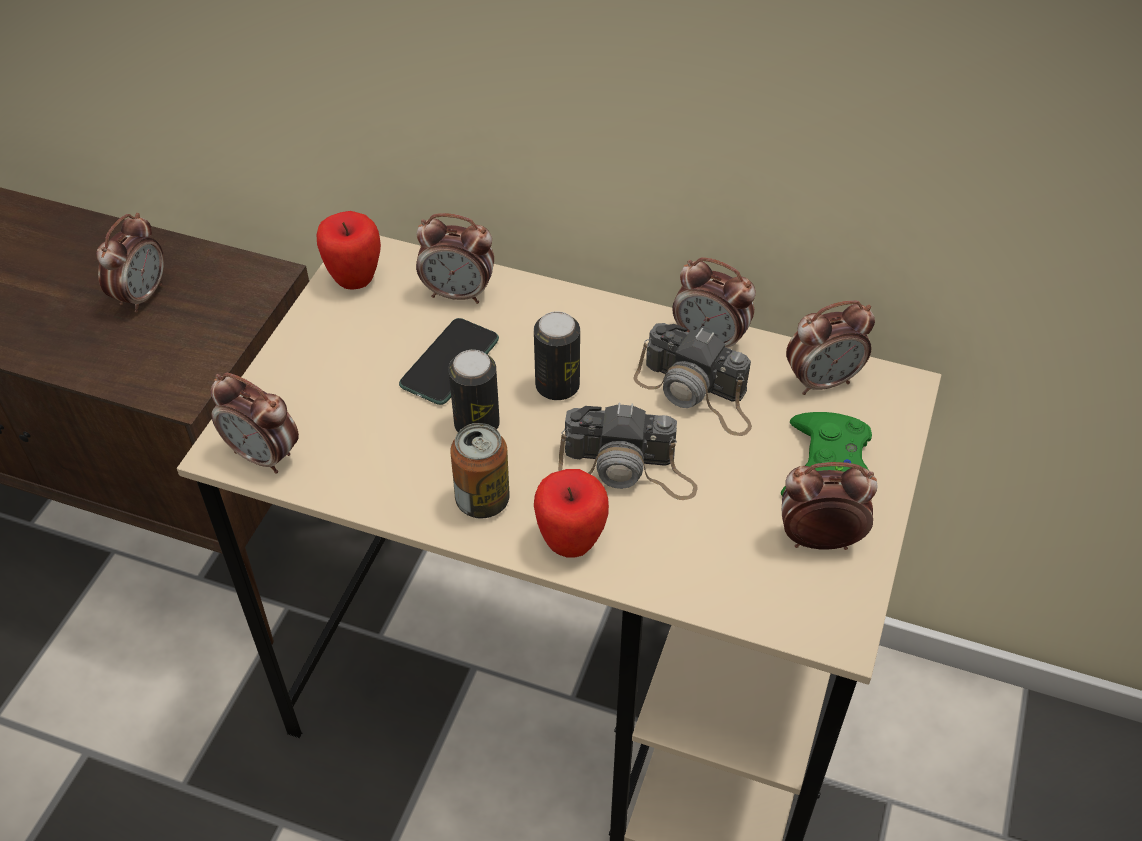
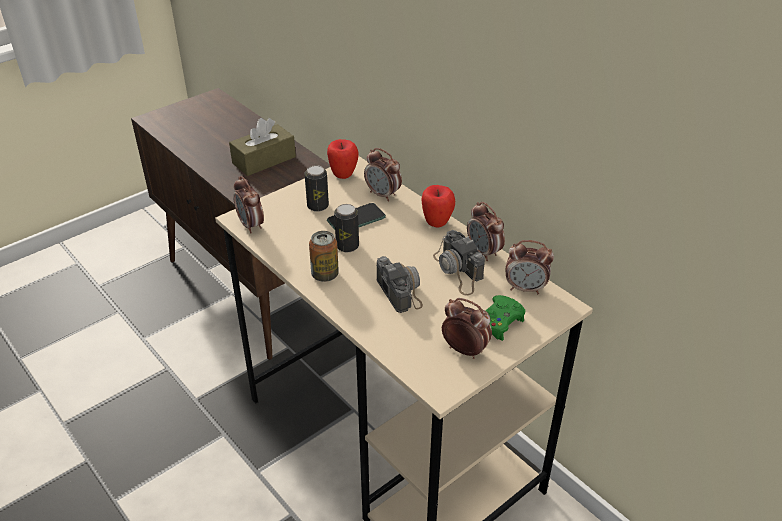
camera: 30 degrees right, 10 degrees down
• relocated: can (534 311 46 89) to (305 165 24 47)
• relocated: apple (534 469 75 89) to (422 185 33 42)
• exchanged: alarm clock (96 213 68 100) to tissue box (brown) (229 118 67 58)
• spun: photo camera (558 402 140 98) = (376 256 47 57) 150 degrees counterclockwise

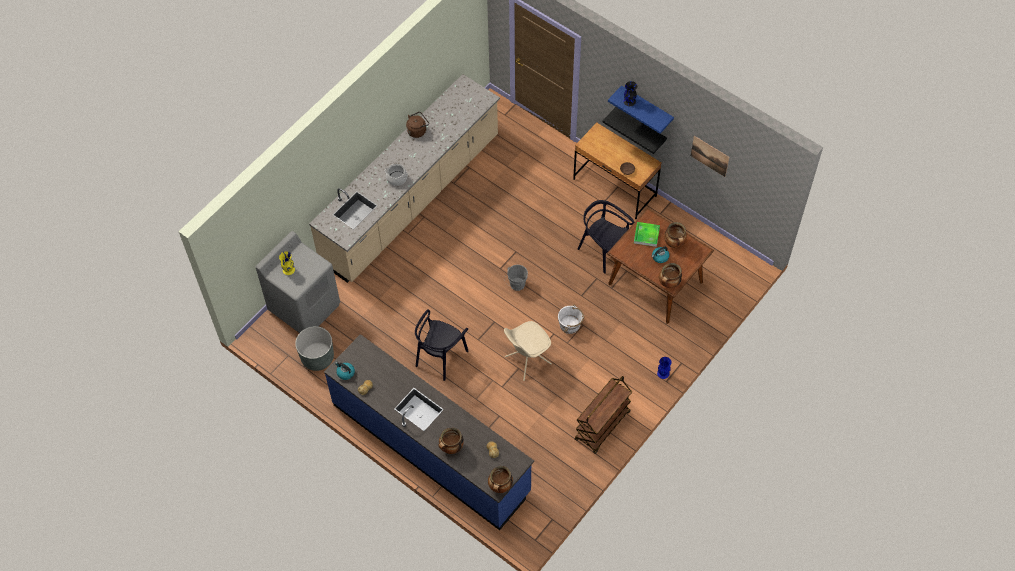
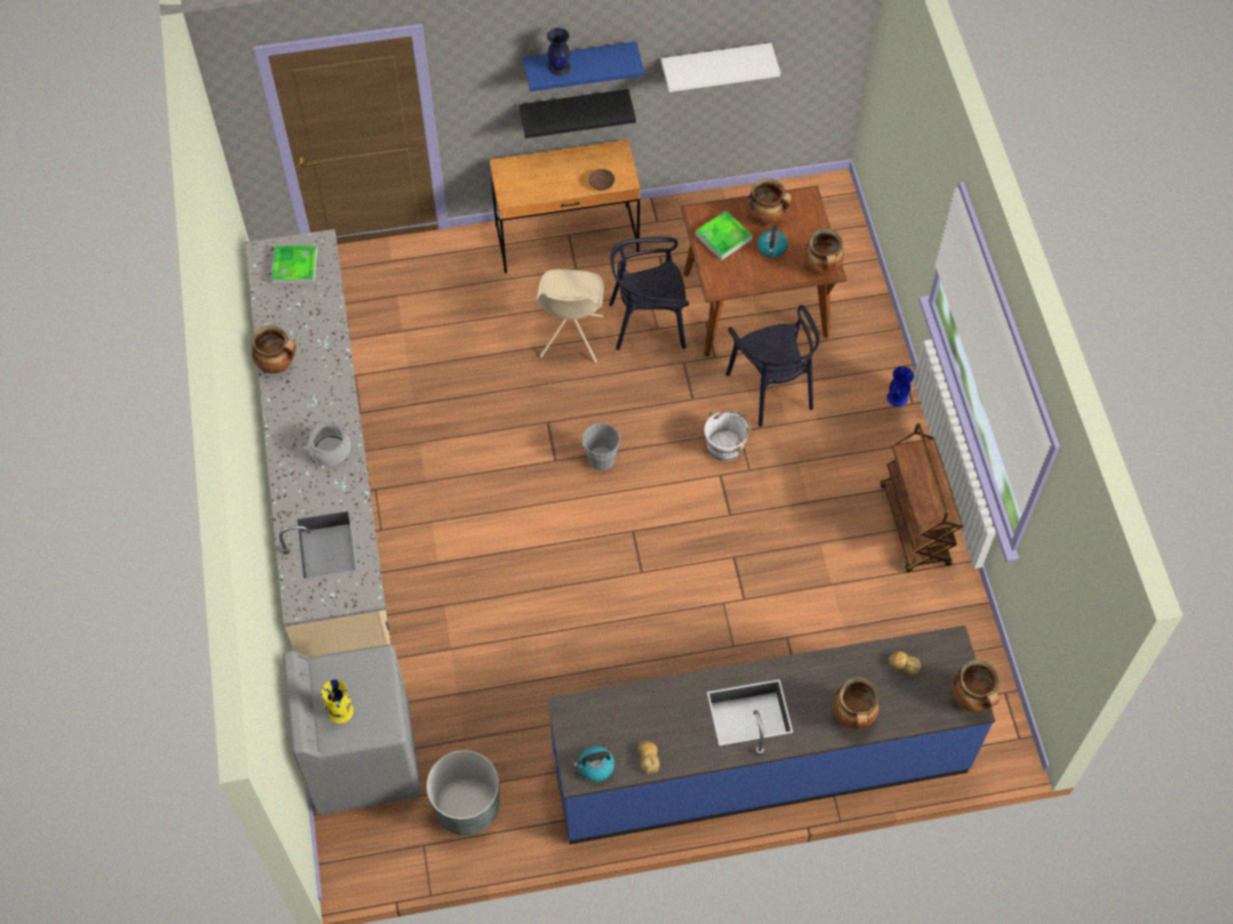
camera: 50 degrees left, 0 degrees up
• appeared: tray (272 246 45 38)
• relocated: chair (black) (415 309 54 72) to (726 305 94 122)
• relocated: chair (beige) (504 321 48 60) to (536 269 68 94)
• exchanged: kettle (brown) (406 112 23 26) to cooking pot (251 325 45 49)
• exchanged: picture (691 136 38 41) to shelf (white) (661 43 120 49)

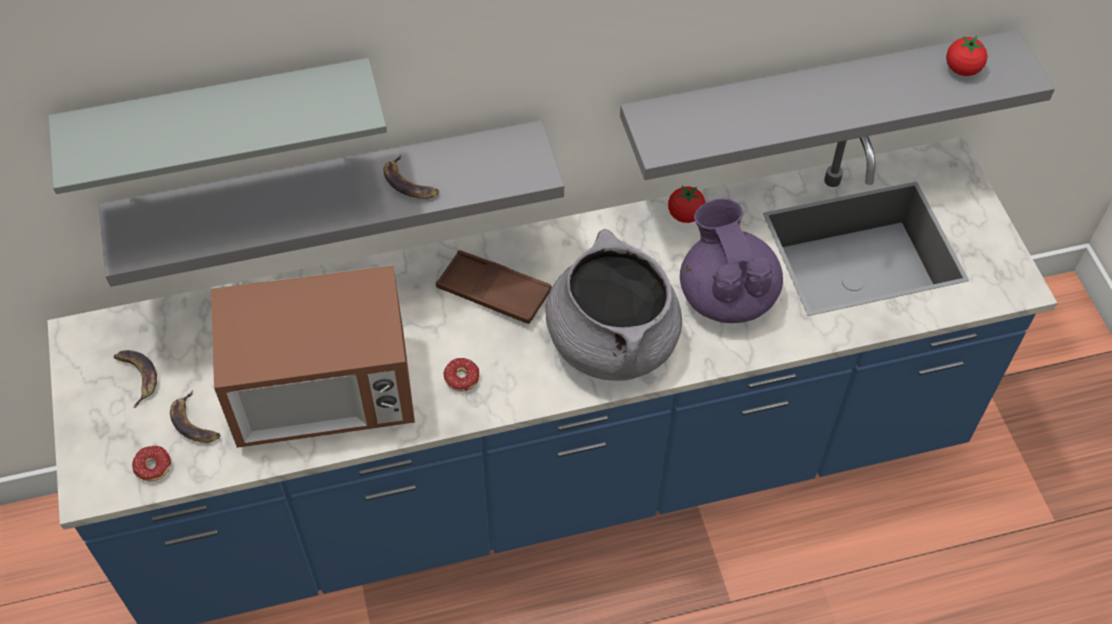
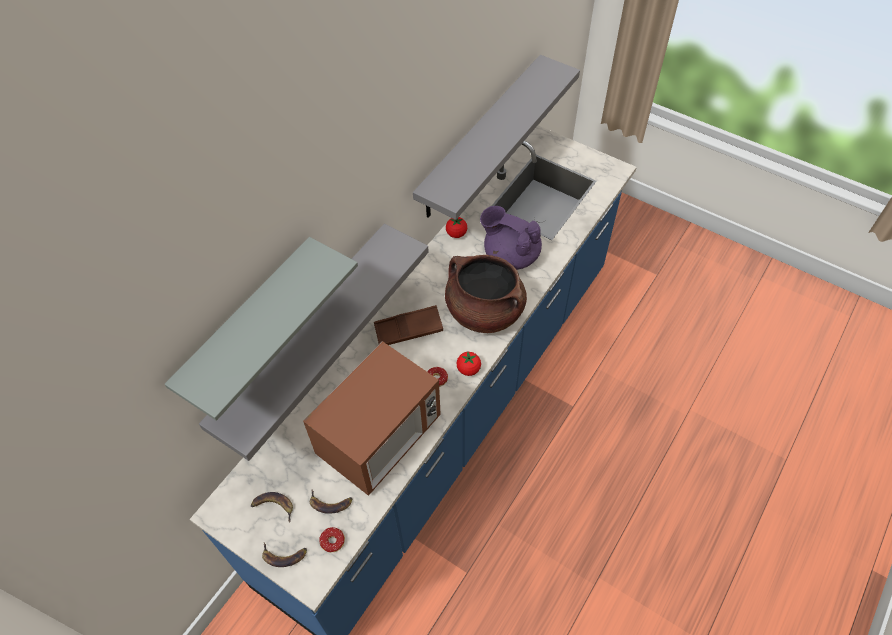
camera: 40 degrees left, 0 degrees up
• relocated: banana (384 154 55 45) to (262 543 45 24)
• relocated: tomato (946 36 42 40) to (457 352 24 24)
• colour: cooking pot (grey) (545 229 137 152) to cooking pot (brown) (445 255 82 78)

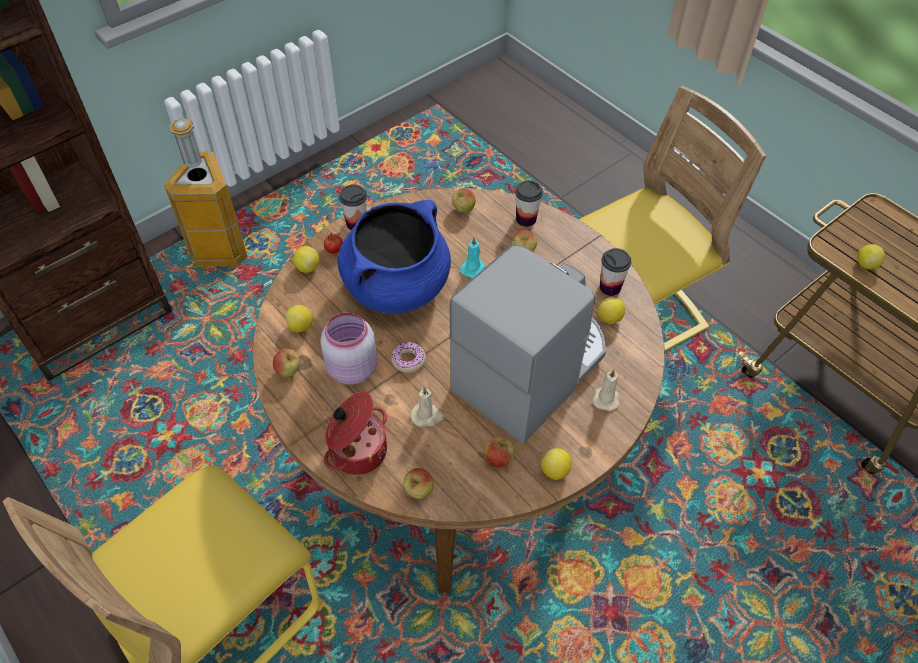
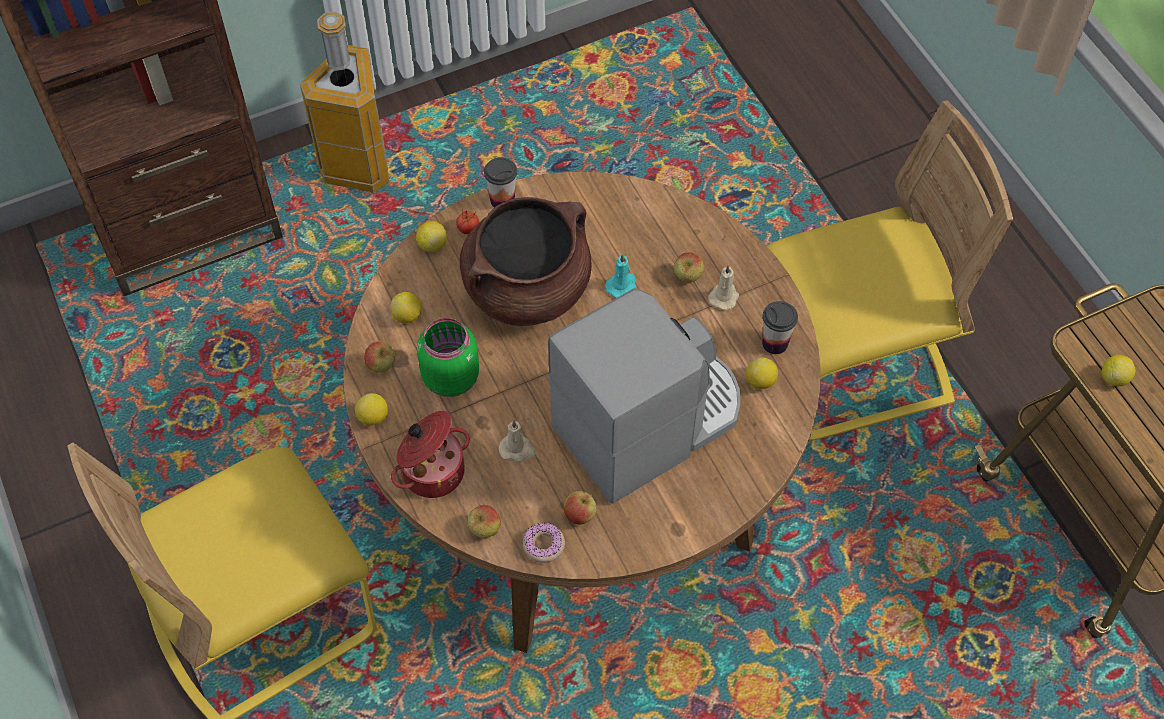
camera: 15 degrees right, 5 degrees up
• missing: apple (452 188 23 25)
• missing: cup (515 180 28 47)
• relocated: donut (391 342 35 31) to (523 523 42 40)
• relocated: lemon (541 448 31 32) to (355 393 33 33)
• relocated: candle (beige) (592 369 27 42) to (708 265 31 45)
• colour: jar (pink) (320 312 57 73) to jar (green) (417 318 62 79)
• colour: cooking pot (blue) (338 200 113 114) to cooking pot (brown) (460 197 132 129)

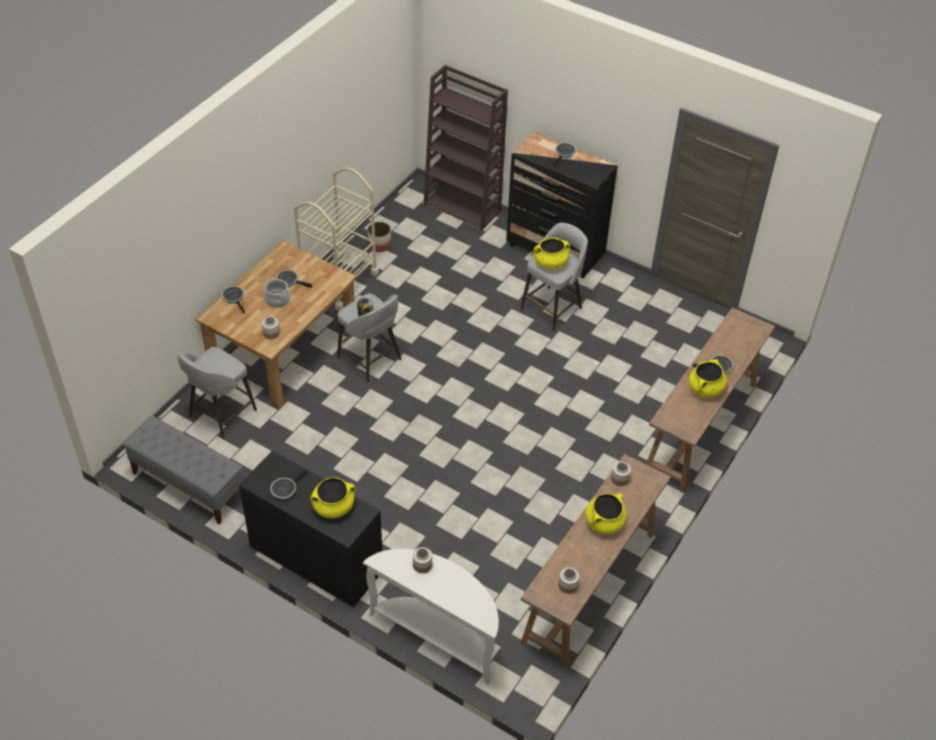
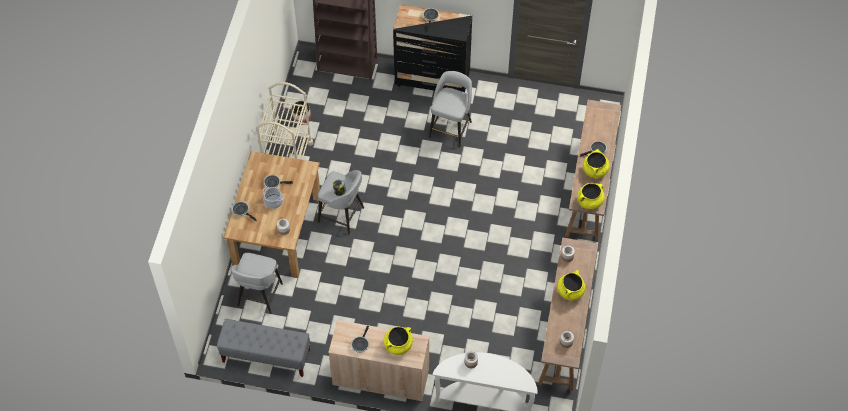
camera: 20 degrees left, 10 degrees up
• relocated: cooking pot (yellow) (533 237 37 33) to (577 183 28 26)
• colour: cabinet (black) (239 450 143 158) to cabinet (beige) (328 320 101 81)

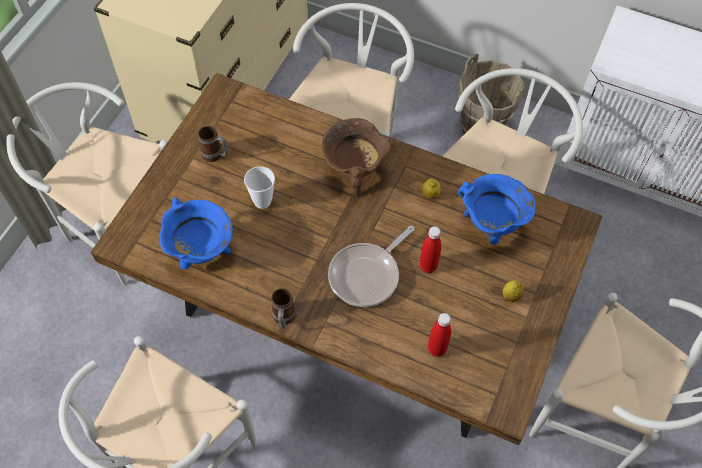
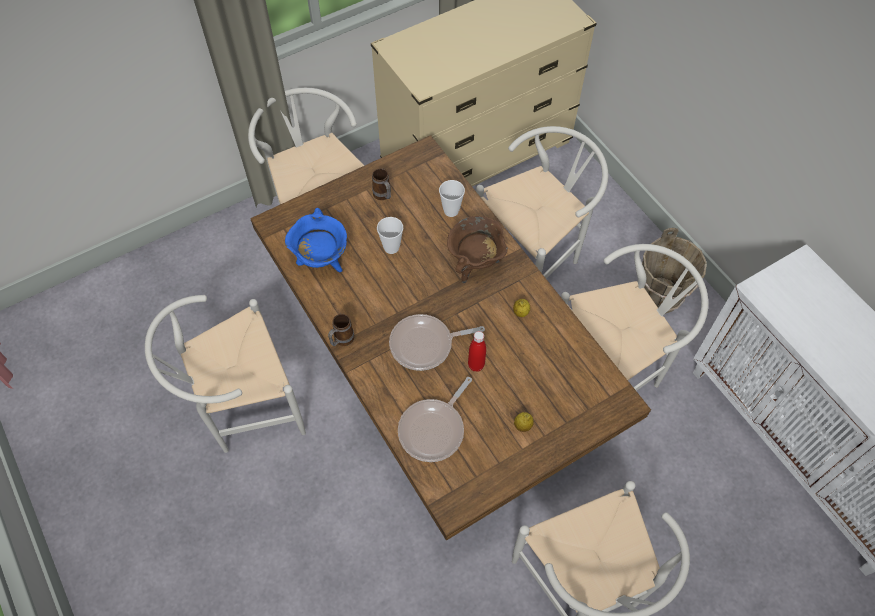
camera: 35 degrees right, 0 degrees up
• missing: cooking pot (blue) (458 174 78 71)
• appeared: cup (439 180 26 37)
• exchanged: bottle (red) (428 313 23 44) to frying pan (398 377 74 85)

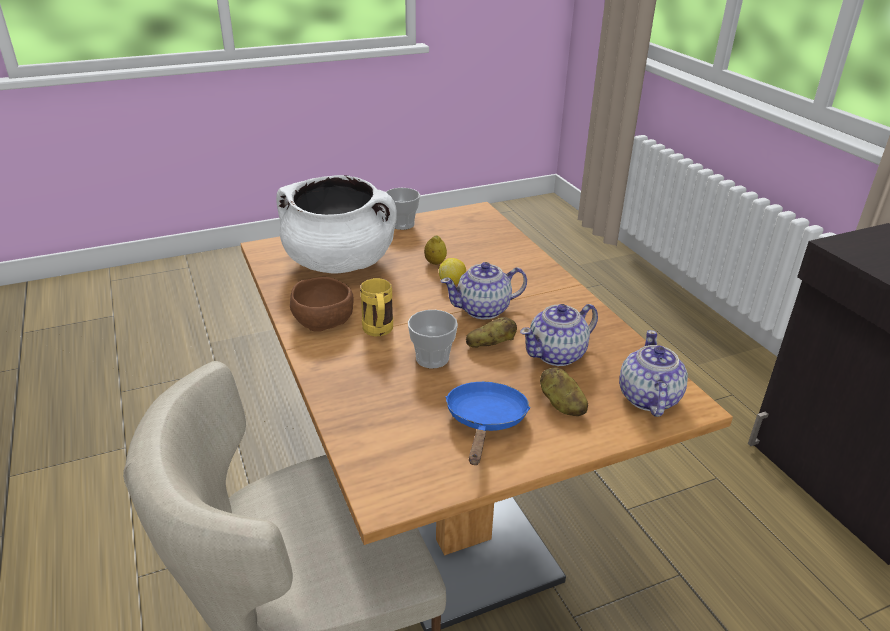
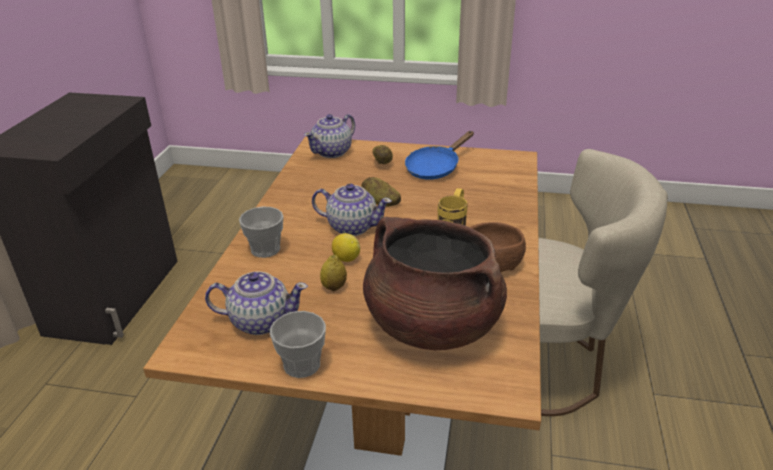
camera: 145 degrees left, 0 degrees up
• relocated: cup (408 310 50 59) to (239 207 44 51)
• relocated: teapot (520 304 78 62) to (205 271 103 64)
• colour: cooking pot (white) (276 175 121 98) to cooking pot (brown) (363 217 144 133)

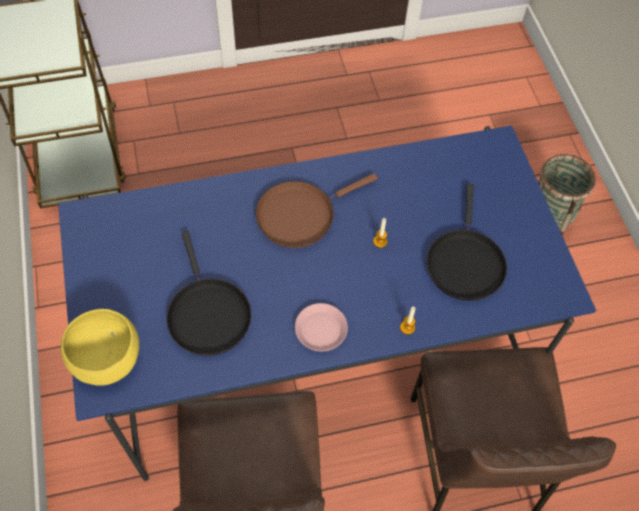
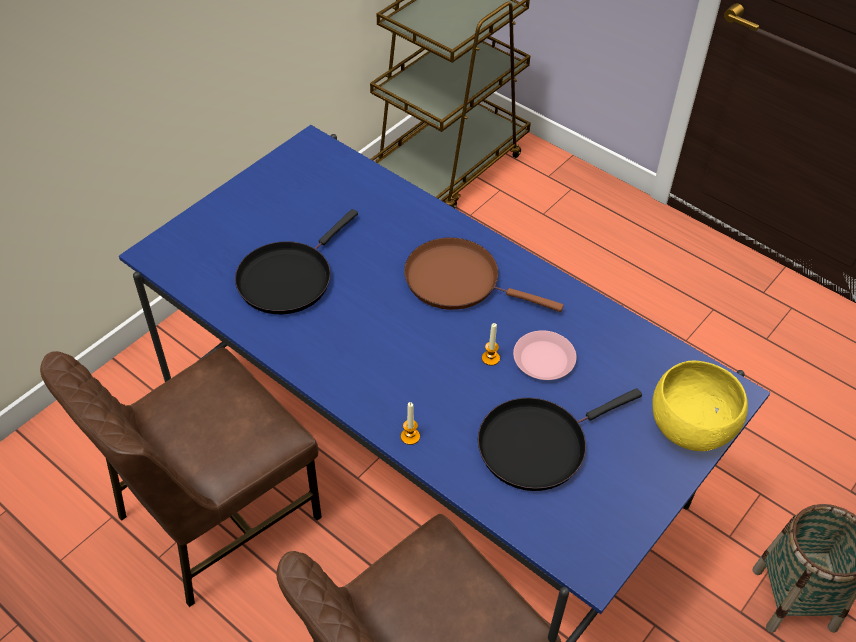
camera: 55 degrees right, 10 degrees down
• relocated: bowl (yellow) (61 309 78 77) to (652 361 96 90)
• relocated: plate (pink) (295 303 53 48) to (513 330 64 50)

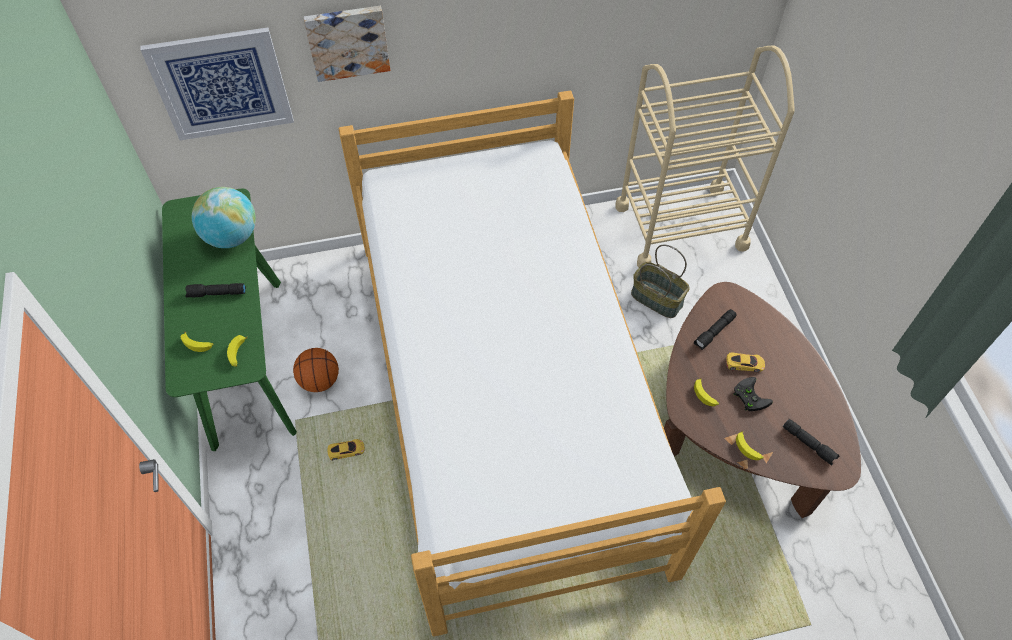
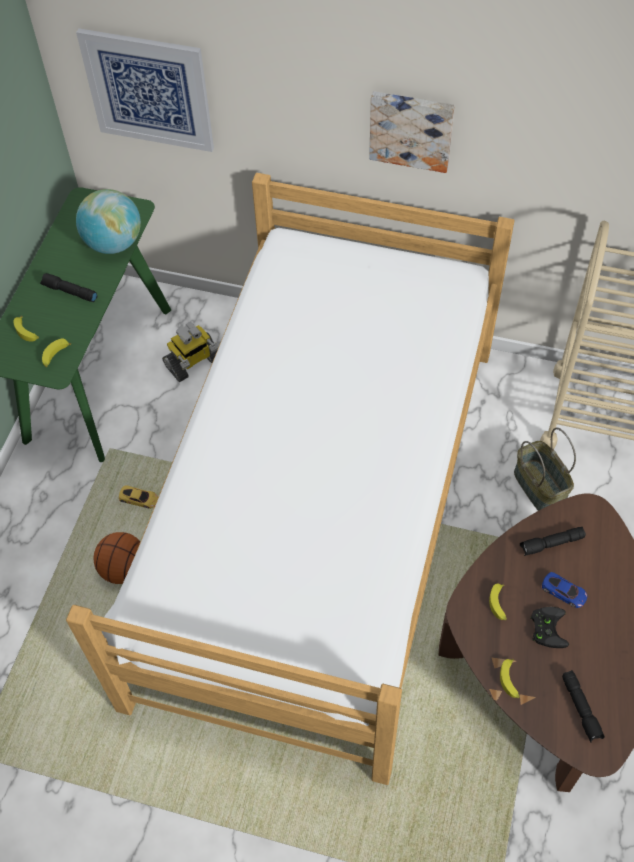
camera: 30 degrees right, 0 degrees up
• appeared: toy robot (162 322 57 60)
• relocated: basketball (293 348 46 44) to (93 532 47 52)
• relocated: picture (303 6 87 76) to (369 91 86 82)
• colour: toy car (yellow) (726 353 39 19) to toy car (blue) (542 572 45 36)

